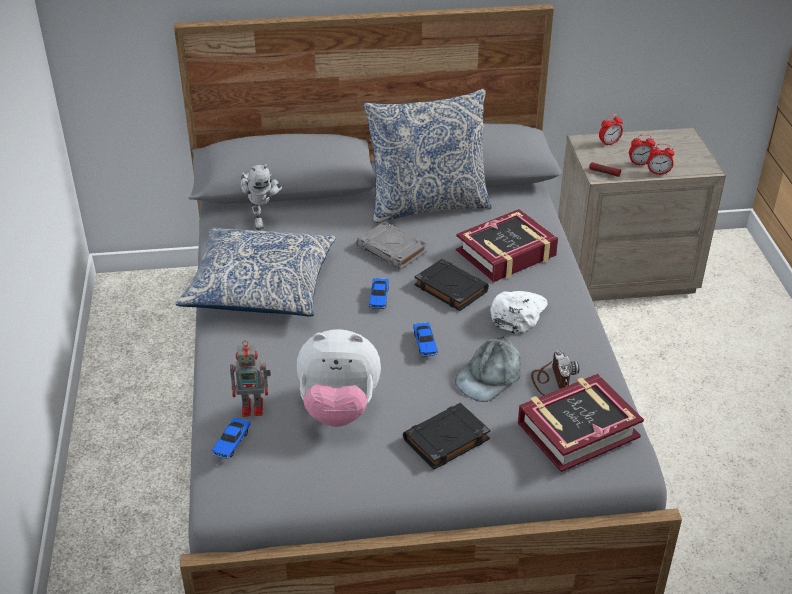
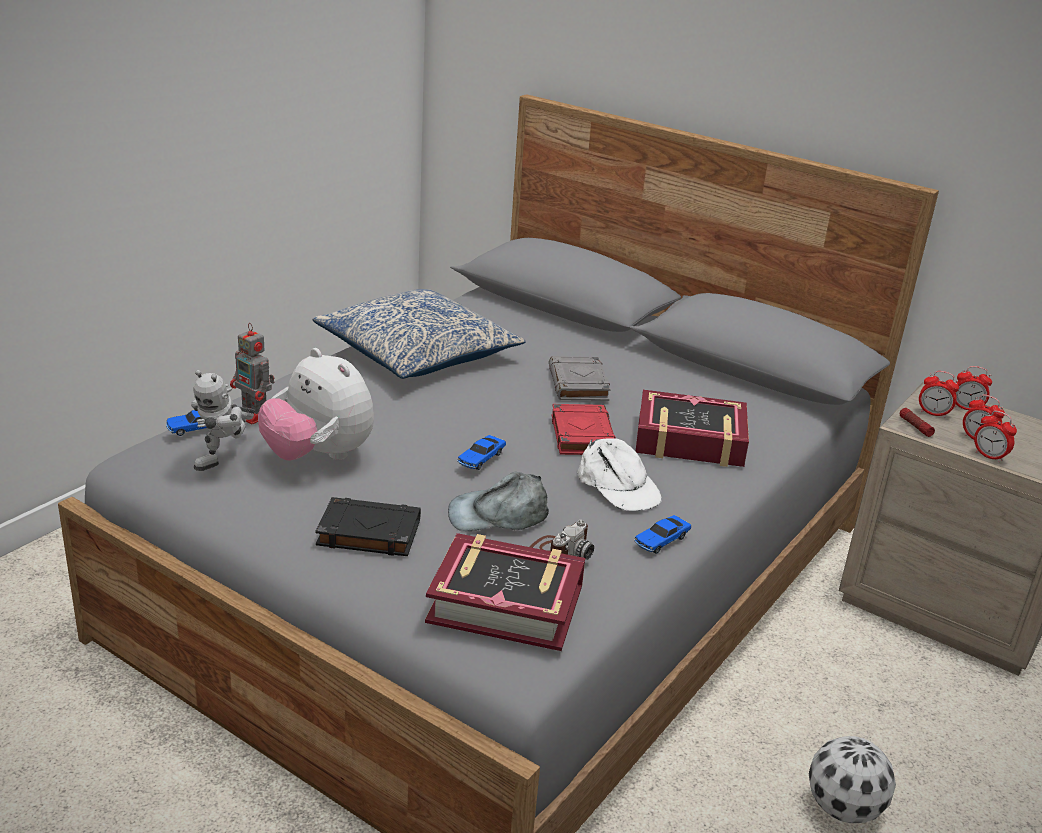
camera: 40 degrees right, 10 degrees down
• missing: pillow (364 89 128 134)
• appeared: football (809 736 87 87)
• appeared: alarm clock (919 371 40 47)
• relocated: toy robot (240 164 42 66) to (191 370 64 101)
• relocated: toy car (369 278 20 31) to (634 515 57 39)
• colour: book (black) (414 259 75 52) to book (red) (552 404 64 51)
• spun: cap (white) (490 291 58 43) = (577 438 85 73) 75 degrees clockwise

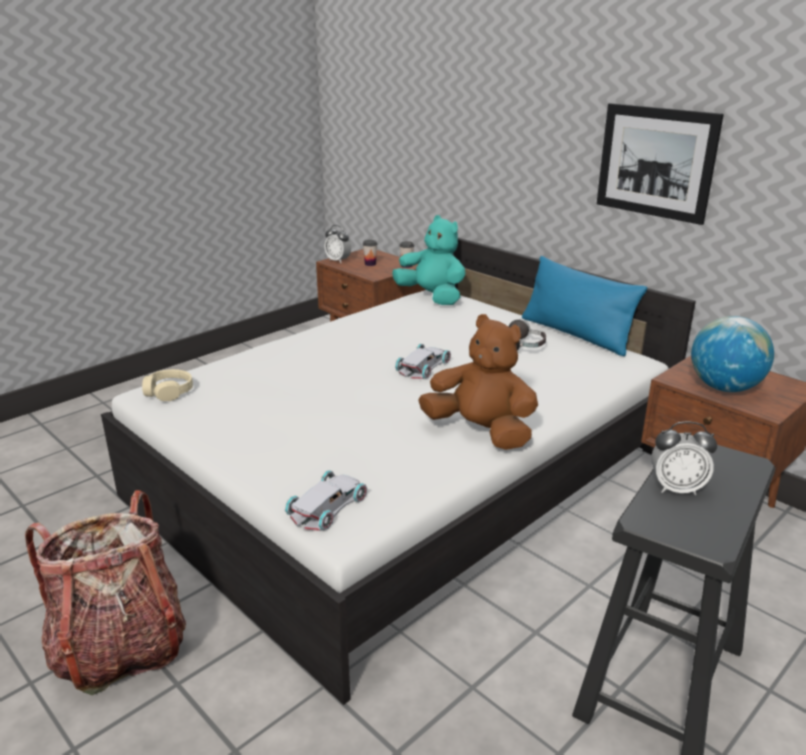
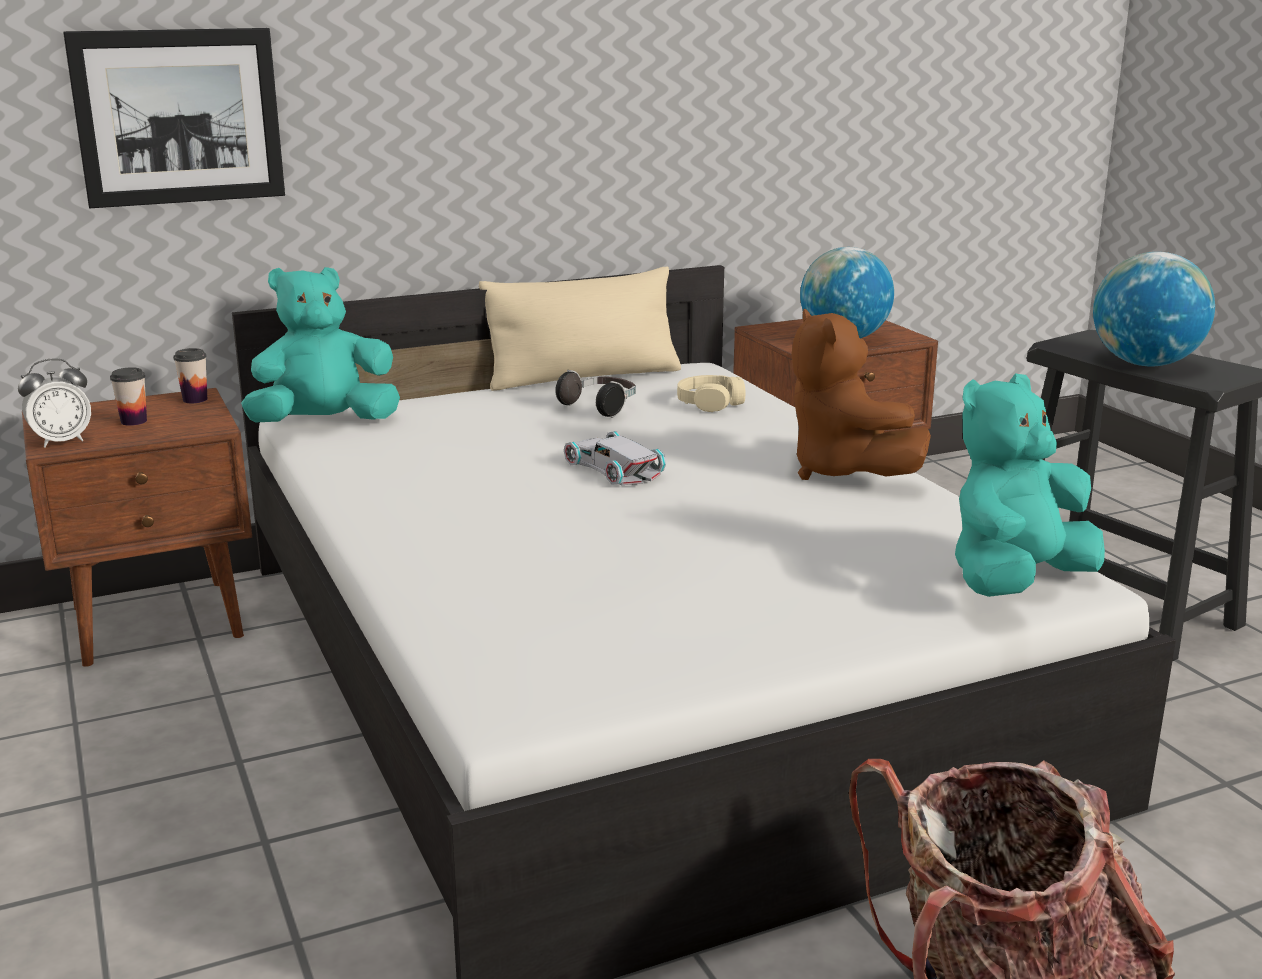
camera: 70 degrees left, 5 degrees down
• relocated: headphones (beige) (142 369 51 32) to (677 375 68 37)
• relocated: picture (597 103 127 122) to (63 28 222 180)
• exchanged: toy car (white) (285 470 82 61) to plush toy (turquoise) (955 374 150 223)
• exchanged: alarm clock (651 422 66 73) to globe (1093 252 122 114)
• colour: pillow (blue) (522 256 125 100) to pillow (beige) (479 266 202 125)
• spun: plush toy (brown) (418 314 120 136) = (791 309 140 171) 75 degrees counterclockwise

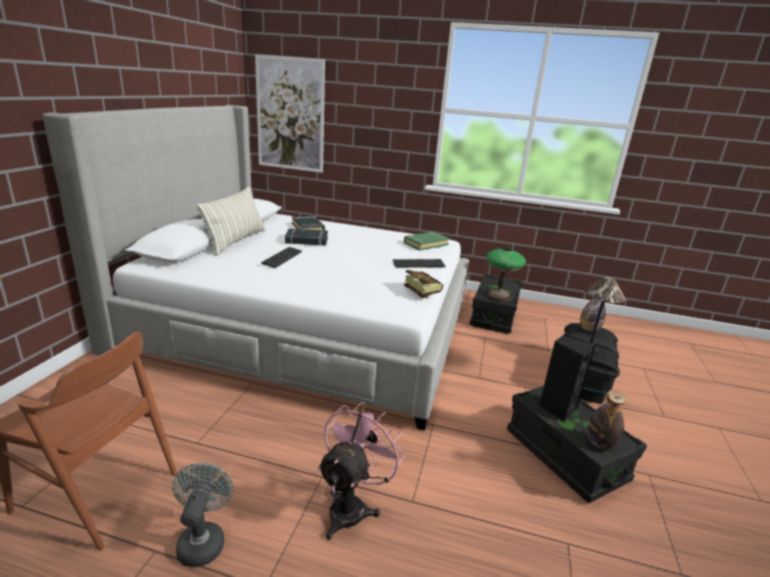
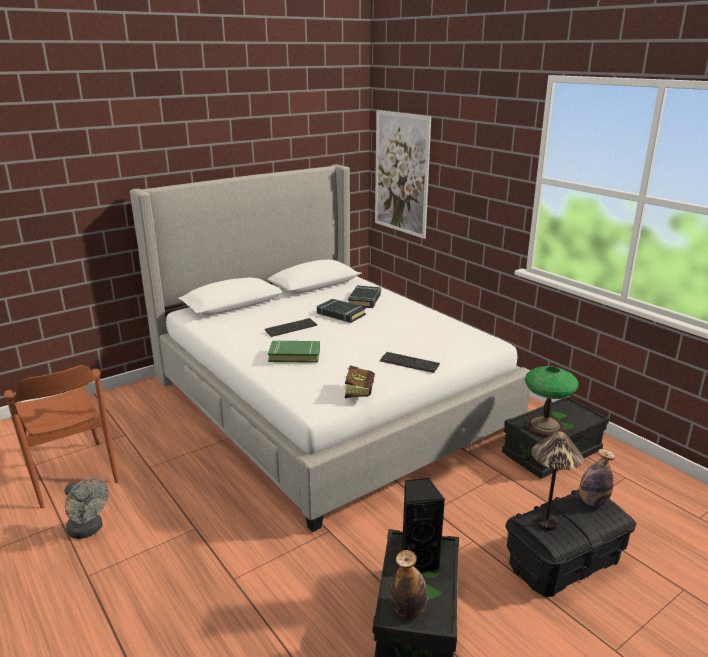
camera: 40 degrees right, 0 degrees up
• missing: pillow (197 187 68 69)
• missing: fan (pink) (317 401 88 139)
• relocated: book (green) (404 232 45 19) to (268 340 52 23)
• spun: fan (grey) (172 463 61 104) = (64 478 44 61) 90 degrees clockwise

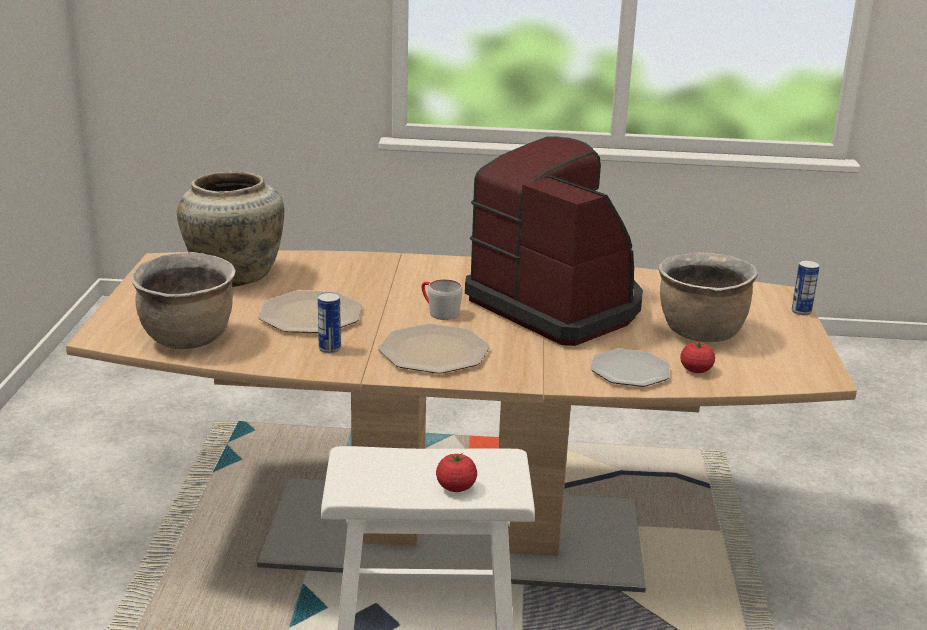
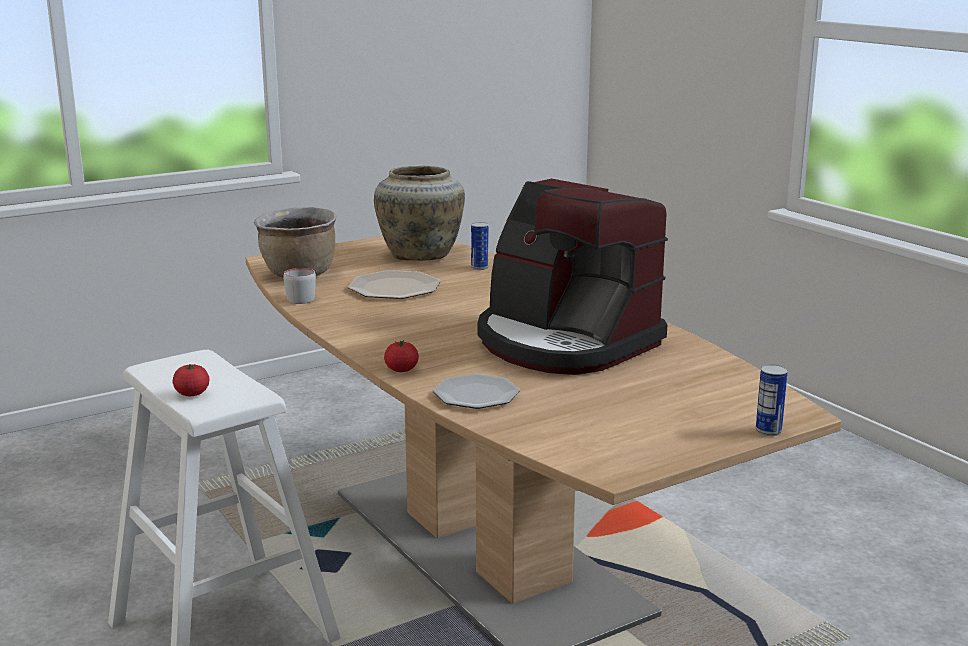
camera: 55 degrees right, 5 degrees down
• missing: plate (378 323 112 51)
• missing: cooking pot (brown) (658 252 100 90)
• relocated: can (318 292 23 61) to (471 222 17 48)
• relocated: mug (grey) (422 279 40 41) to (283 268 33 36)
• relocated: tomato (680 342 35 31) to (384 340 35 32)
• spun: coffee machine (465 136 178 210) = (478 179 190 196) 120 degrees clockwise

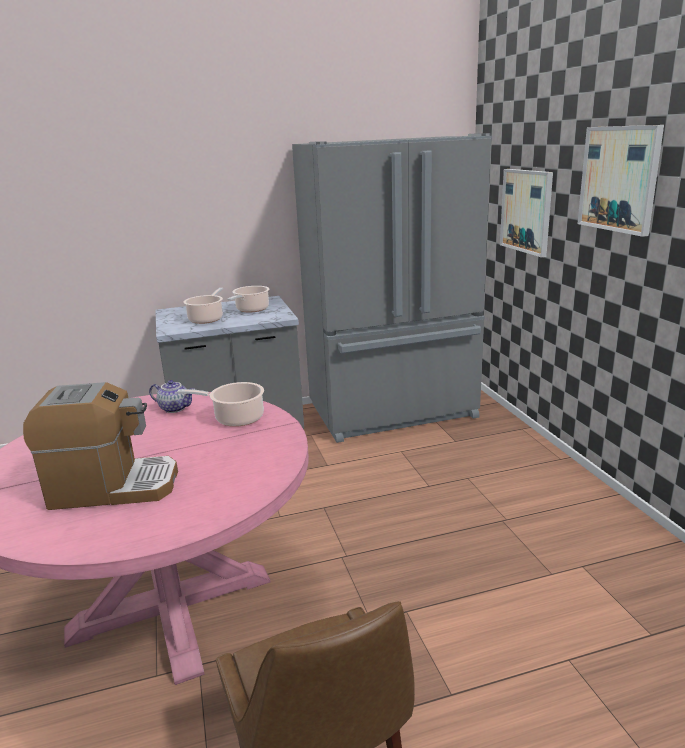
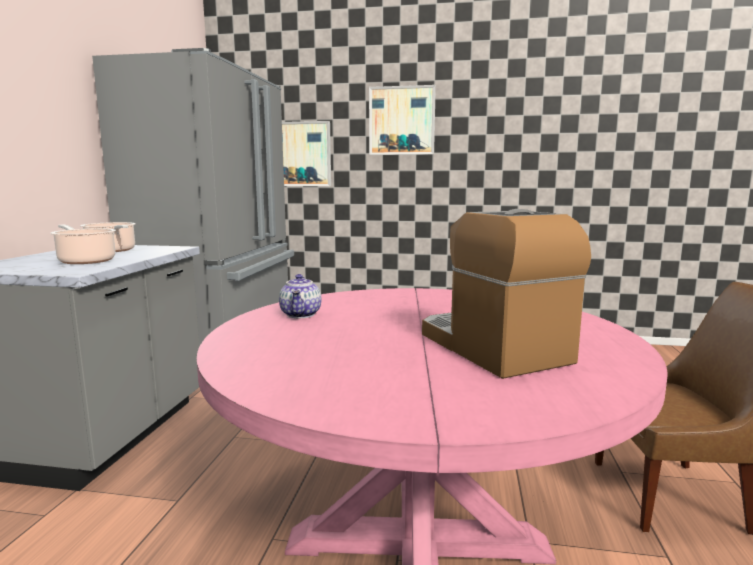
camera: 65 degrees left, 10 degrees down
• missing: cooking pot (177 382 87 45)
• spun: coffee machine (23 382 155 128) = (422 209 169 170) 45 degrees counterclockwise
• spun: teapot (149 380 46 33) = (279 274 42 44) 135 degrees clockwise

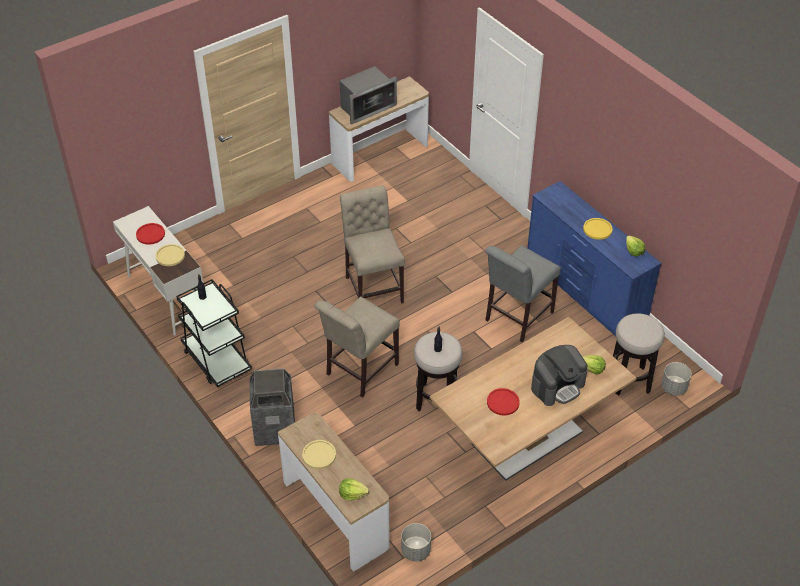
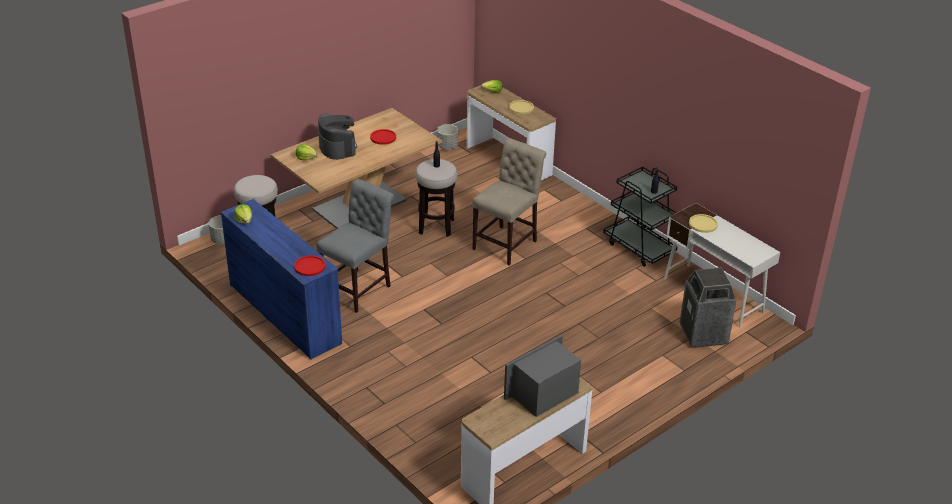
camera: 175 degrees right, 10 degrees down
• missing: chair (beige) (340 185 65 119)
• missing: plate (yellow) (583 218 30 22)
• relocated: plate (red) (136 223 29 22) to (294 255 31 21)
• relocated: trash can (249 368 46 78) to (679 267 57 81)
• spun: coffee machine (531 345 57 61) = (318 113 39 47) 105 degrees clockwise

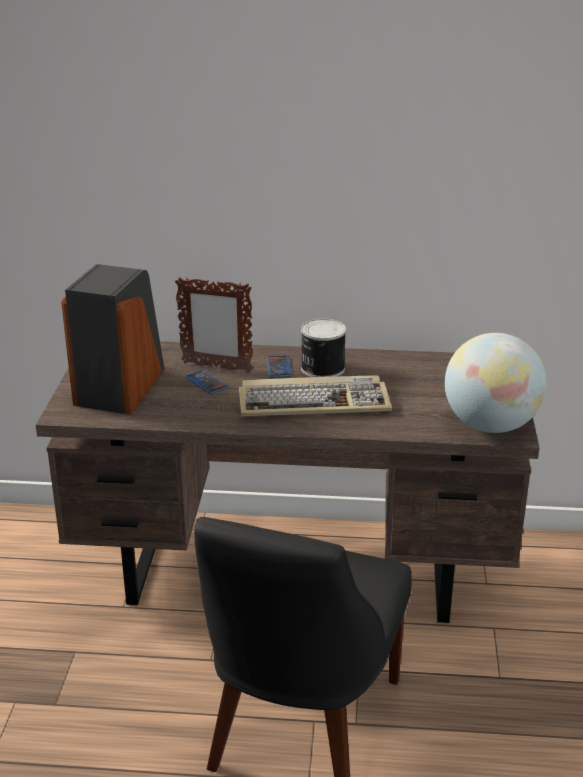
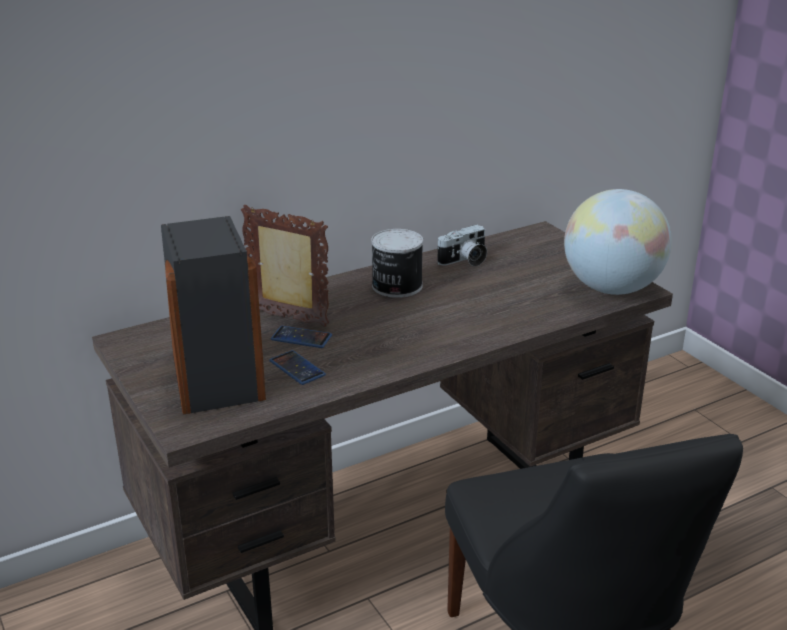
camera: 35 degrees left, 0 degrees up
• missing: keyboard (239 375 153 42)
• appeared: photo camera (437 225 50 41)
• relocated: phone (267 355 24 23) to (269 350 57 35)
• spun: picture frame (175 277 78 95) = (241 205 88 122) 135 degrees counterclockwise

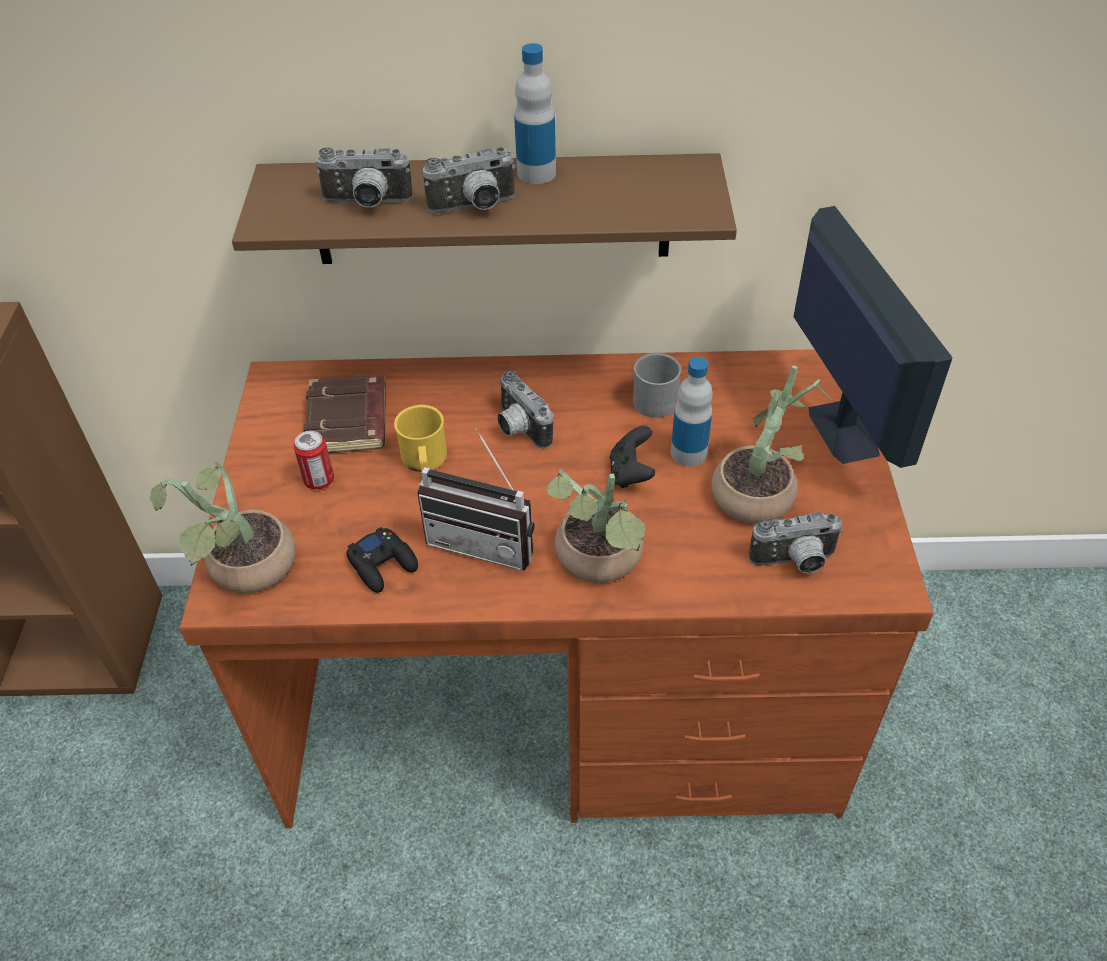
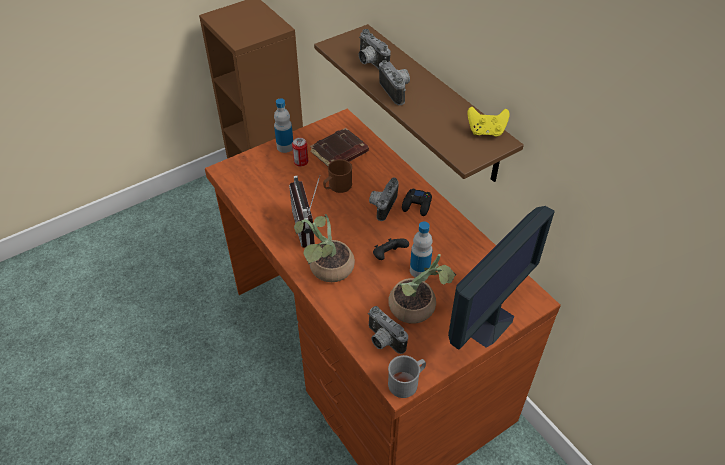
camera: 55 degrees right, 0 degrees up
• missing: potted plant (150 462 146 131)
• appeared: game controller (yellow) (467 107 42 29)
• relocated: game controller (black) (347 527 71 66) to (402 188 30 28)
• relocated: bottle (514 43 42 141) to (274 98 19 55)
• relocated: mug (grey) (633 353 48 65) to (388 355 38 43)
• colour: mug (yellow) (394 405 53 67) to mug (brown) (323 159 29 34)
• spun: photo camera (423 147 93 67) = (379 60 31 45) 150 degrees counterclockwise

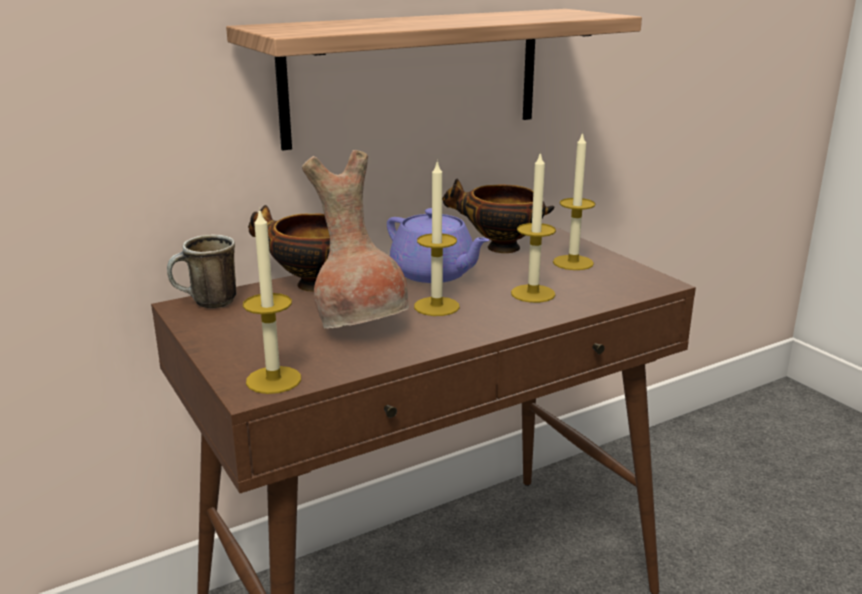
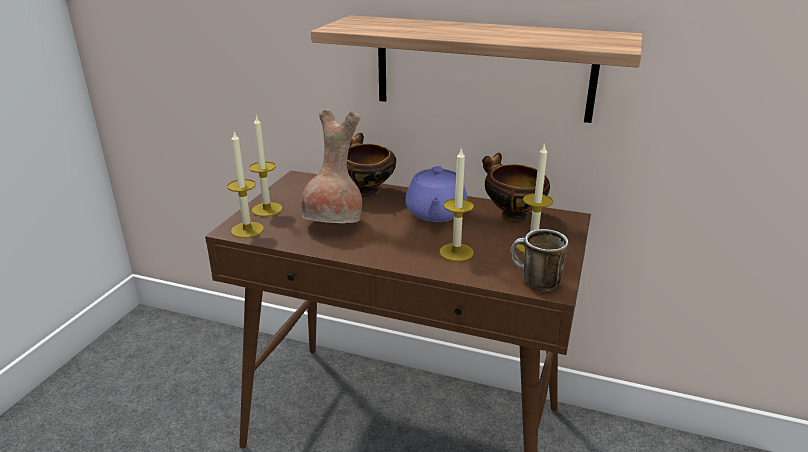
camera: 50 degrees right, 5 degrees up
• relocated: mug (167 235 70 73) to (511 229 57 63)
• relocated: candle (414 161 46 155) to (249 115 34 101)

